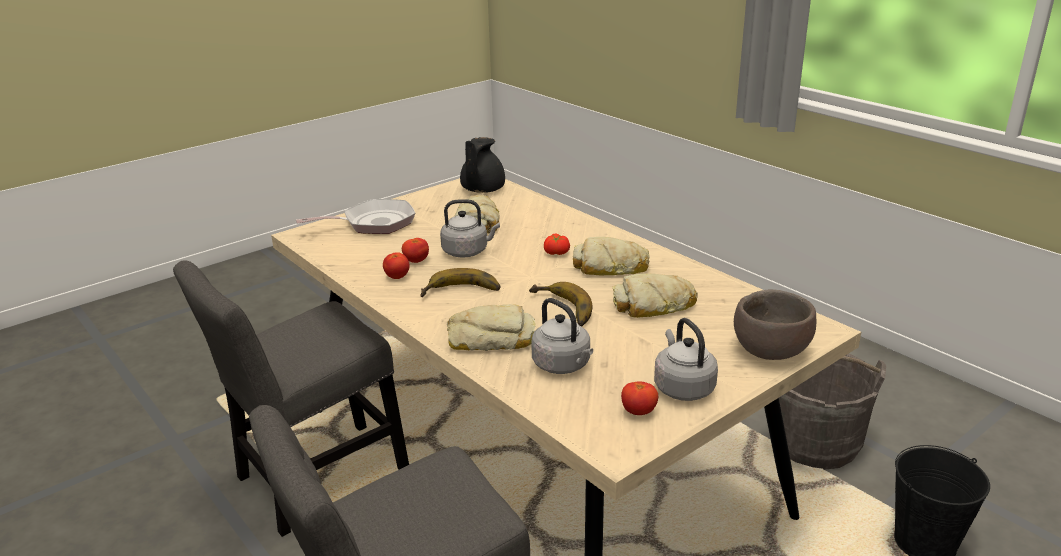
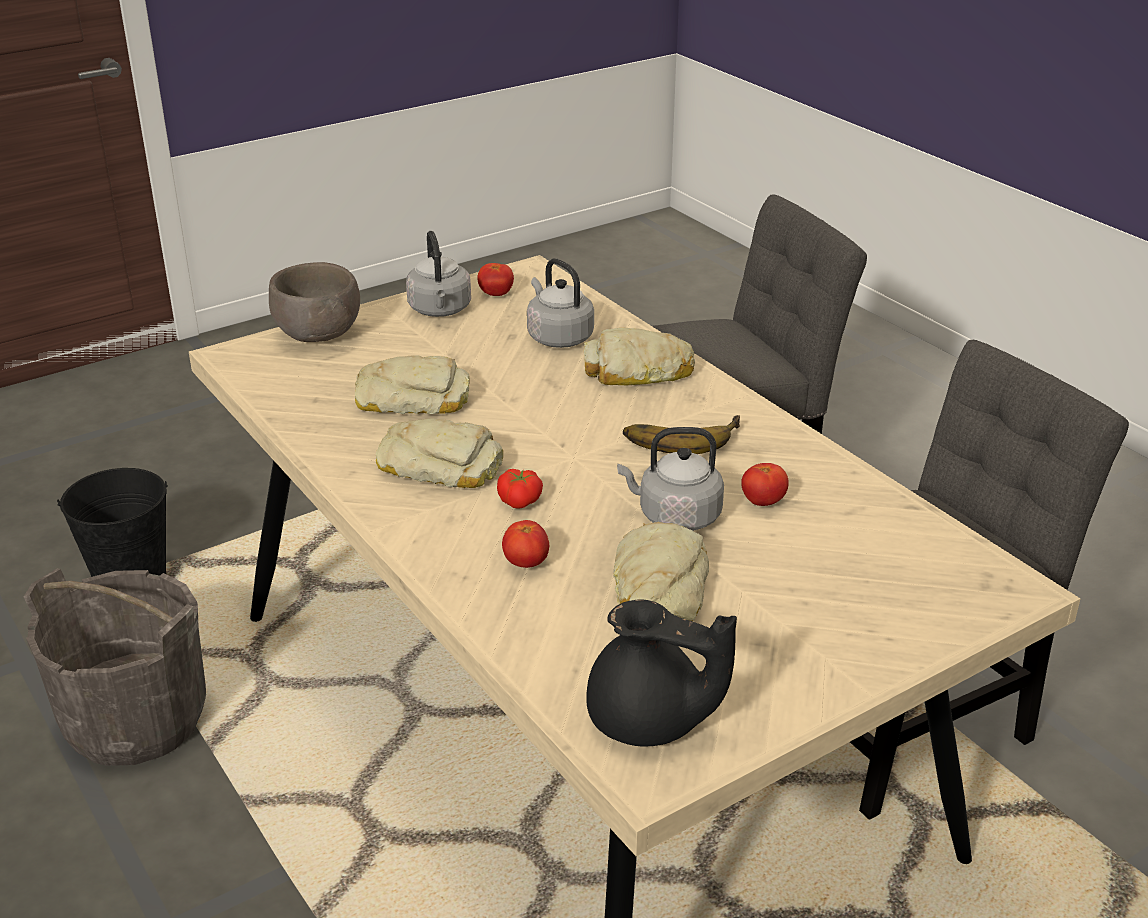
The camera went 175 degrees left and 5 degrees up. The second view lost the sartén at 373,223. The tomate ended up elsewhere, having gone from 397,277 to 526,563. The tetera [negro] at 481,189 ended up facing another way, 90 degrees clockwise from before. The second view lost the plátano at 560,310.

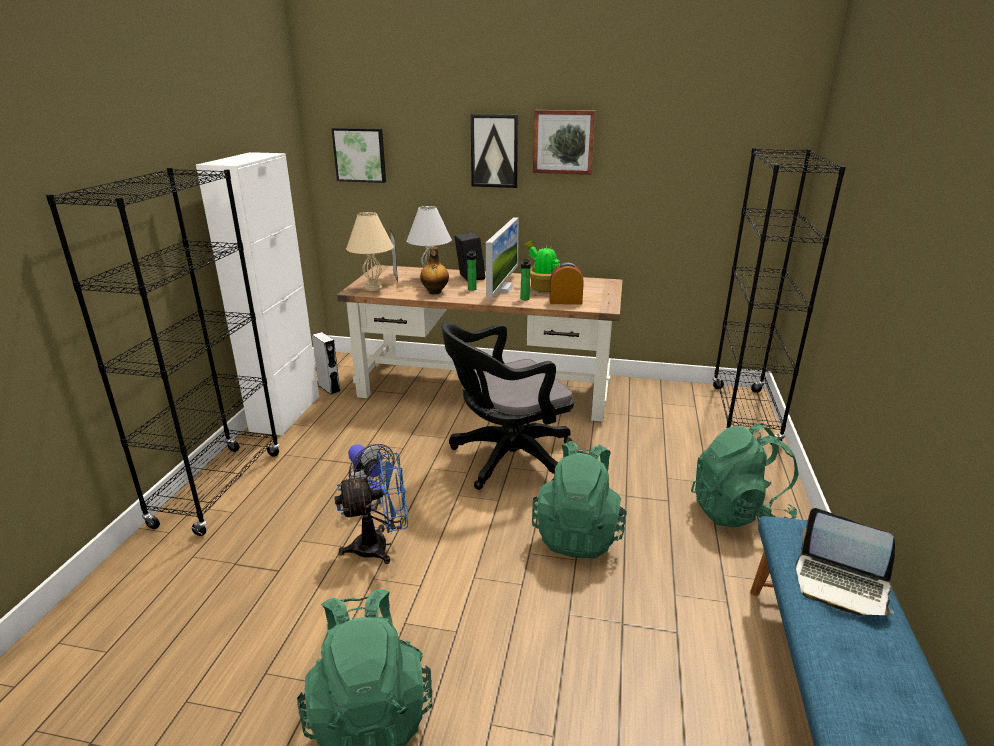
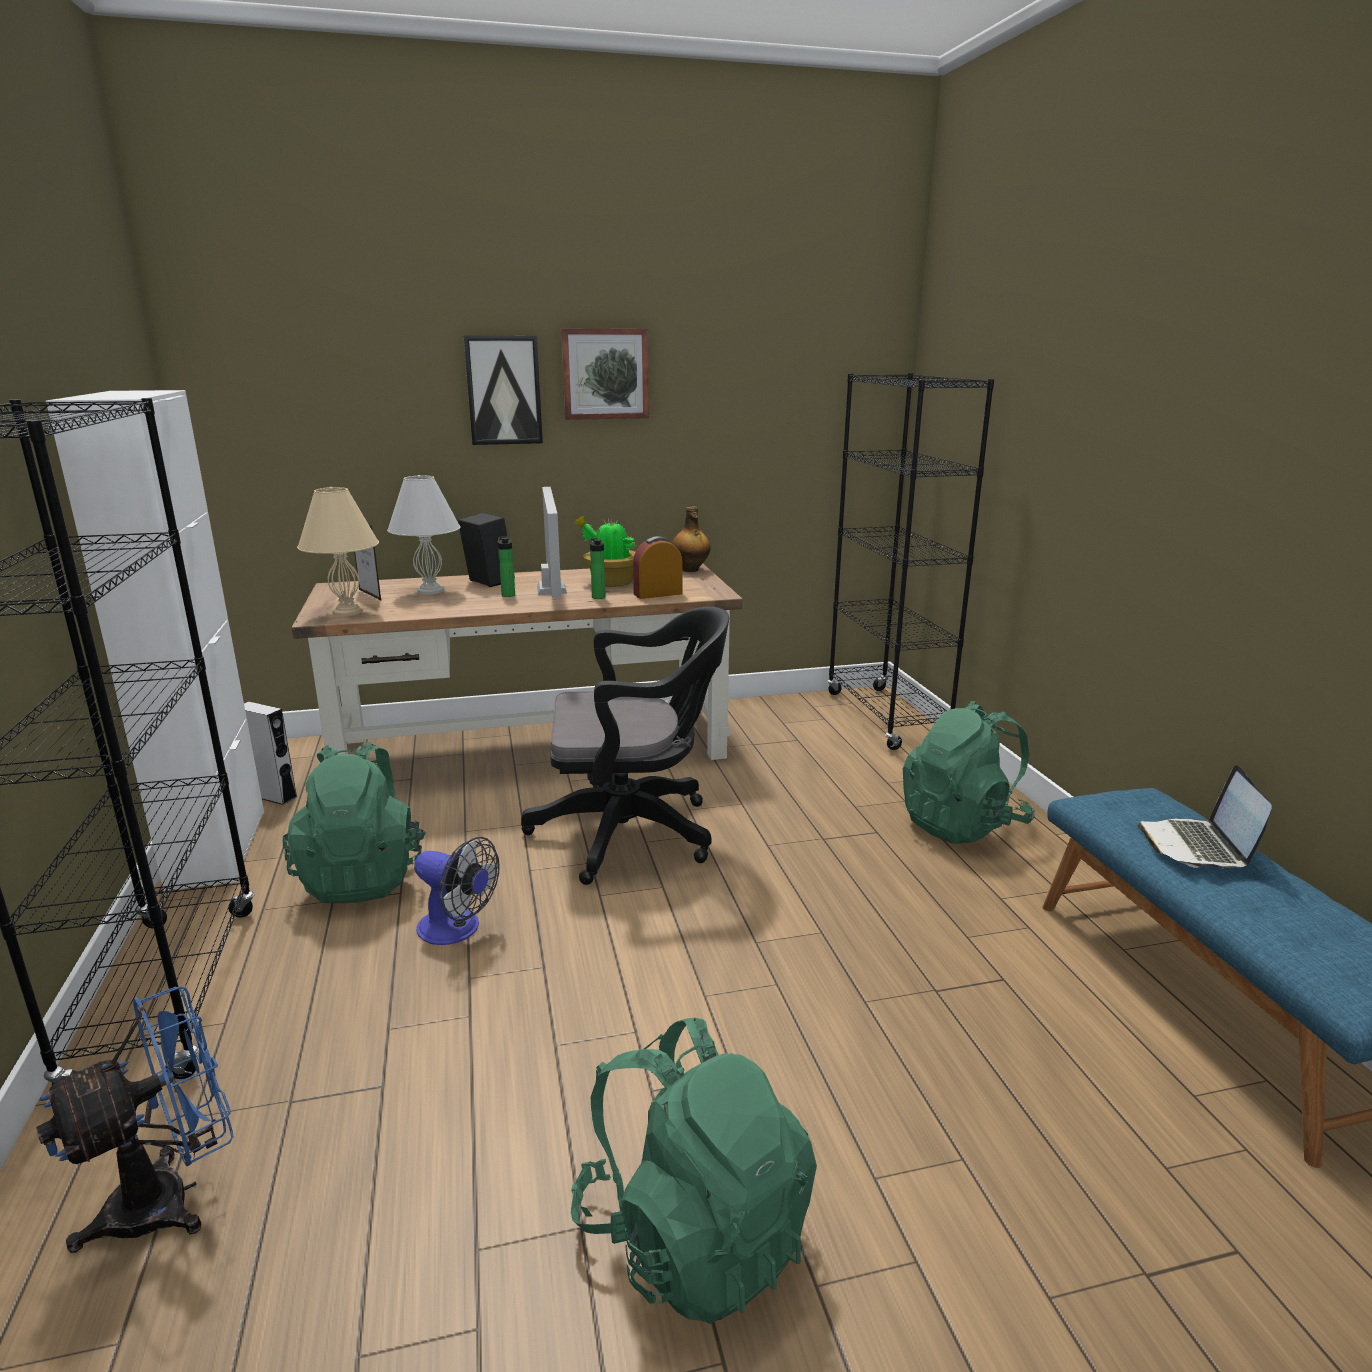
The camera went 25 degrees left and 5 degrees down. The second view lost the cuadro at 360,155. The ventilador [azul] ended up elsewhere, having gone from 380,546 to 172,1197. The botella ended up elsewhere, having gone from 434,292 to 690,570. The silla de oficina [negro] at 506,459 ended up facing another way, 135 degrees counterclockwise from before. The mochila [verde] ended up elsewhere, having gone from 578,534 to 363,876. The portátil at 841,585 ended up facing another way, 90 degrees clockwise from before.

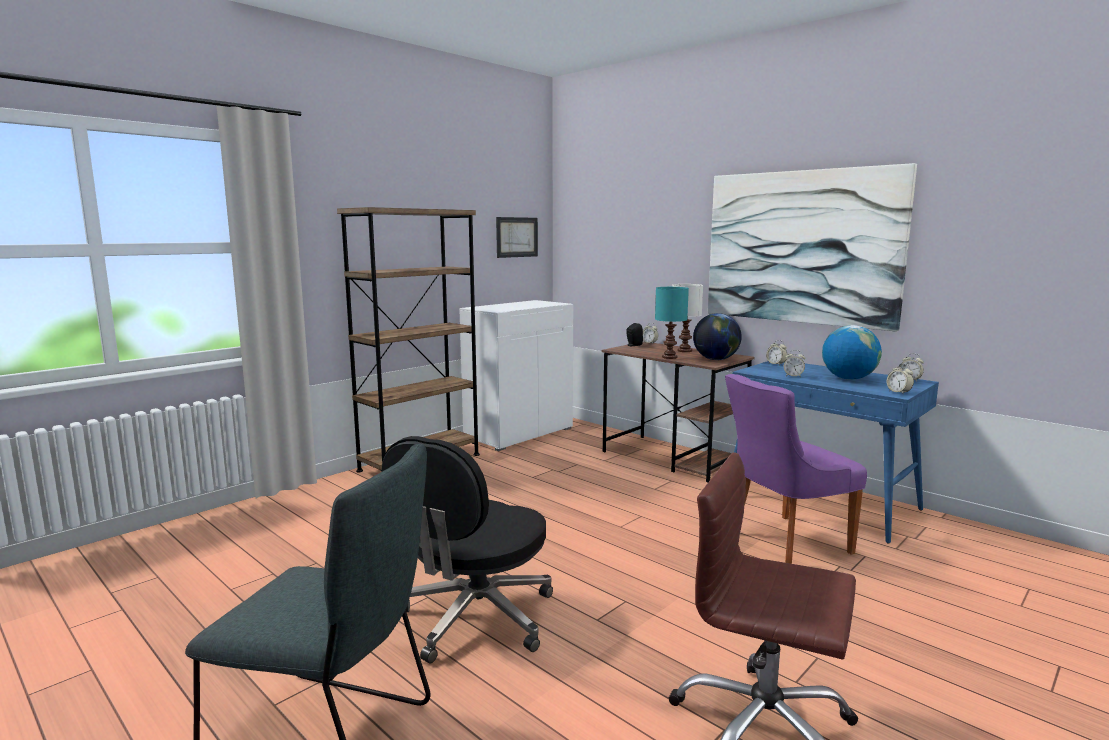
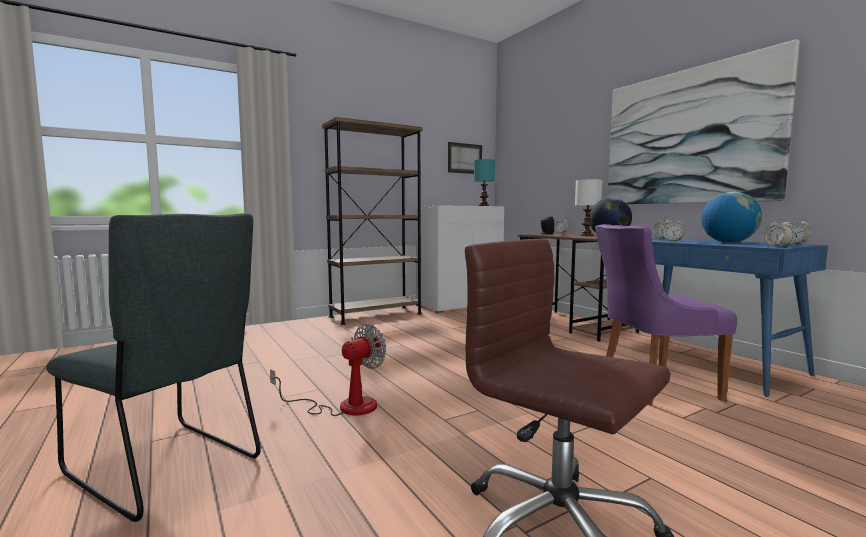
The camera went 15 degrees right and 5 degrees down. Where the silla de oficina [negro] stood at 475,618, the ventilador came to stand at 344,406. The lámpara de mesa [turquesa] ended up elsewhere, having gone from 669,357 to 483,206.

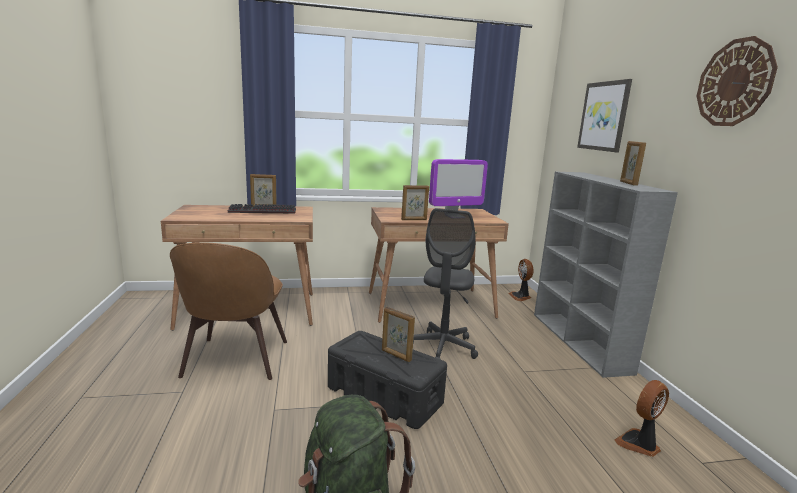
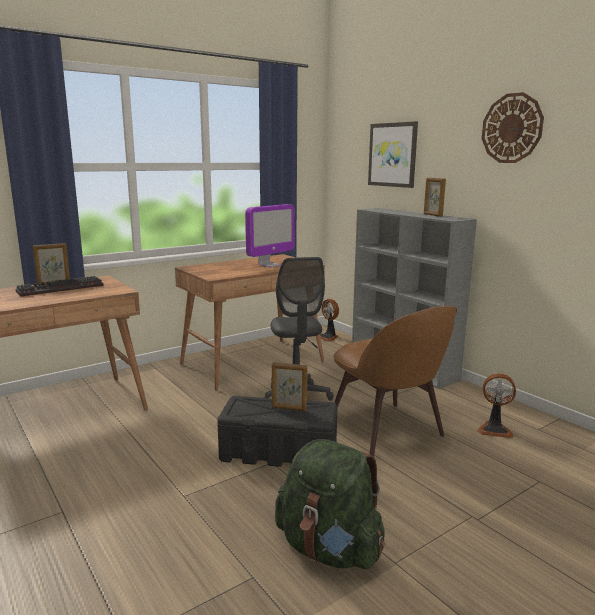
The camera went 25 degrees left and 0 degrees up. The silla [marrón] ended up elsewhere, having gone from 235,361 to 387,431. The second view lost the portarretratos at 414,220. The ventilador at 639,444 ended up facing another way, 105 degrees counterclockwise from before.

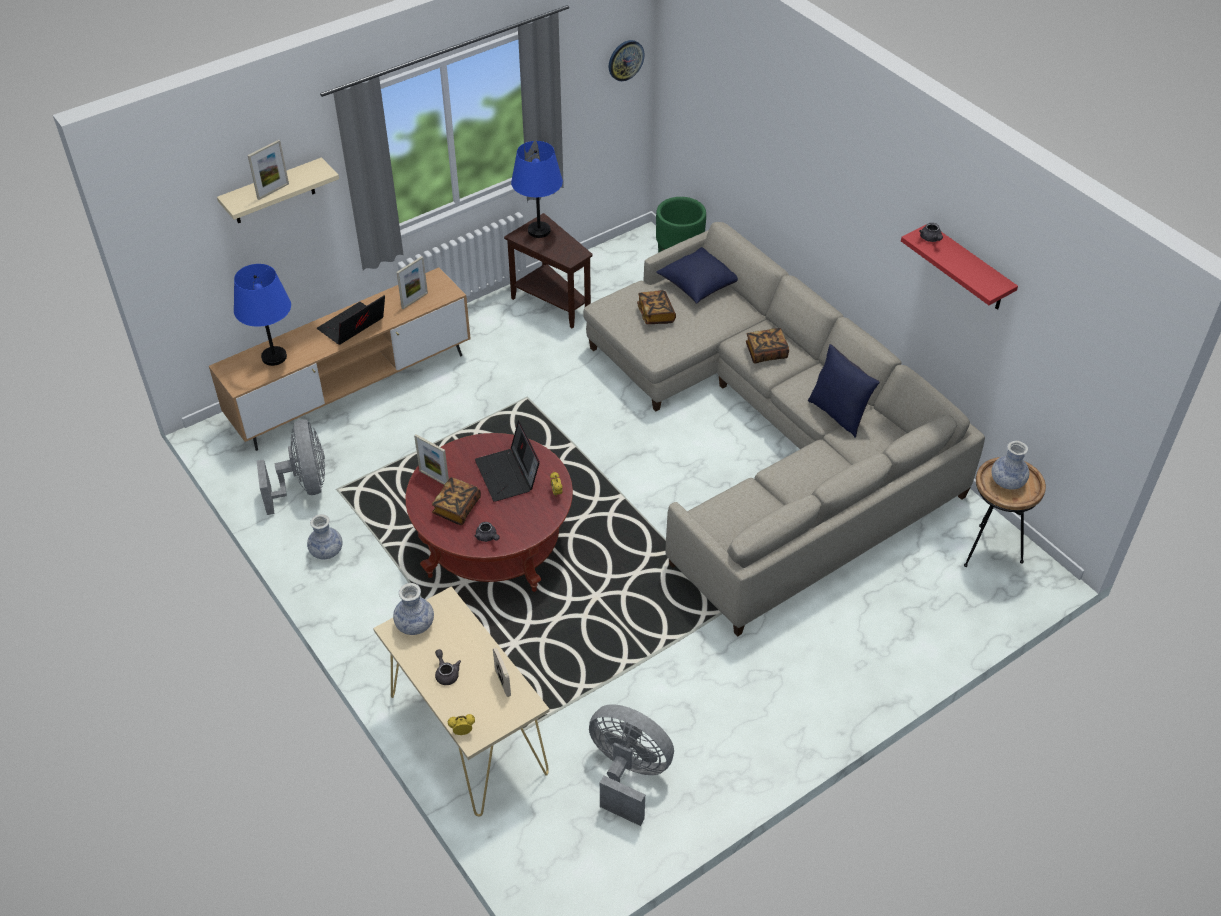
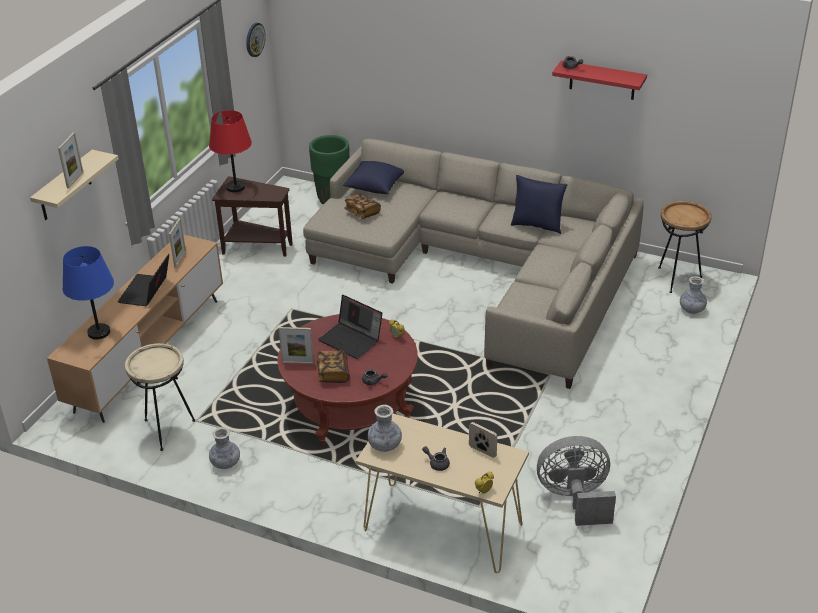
The camera went 30 degrees left and 10 degrees down. Where the ventilador [gris] stood at 304,486, the mesa auxiliar [beis] came to stand at 167,430. What was the lámpara de mesa [azul] at 539,231 turned into the lámpara de mesa [rojo] at 236,187. The second view lost the libro at 766,353. The florero ended up elsewhere, having gone from 1007,481 to 692,309.

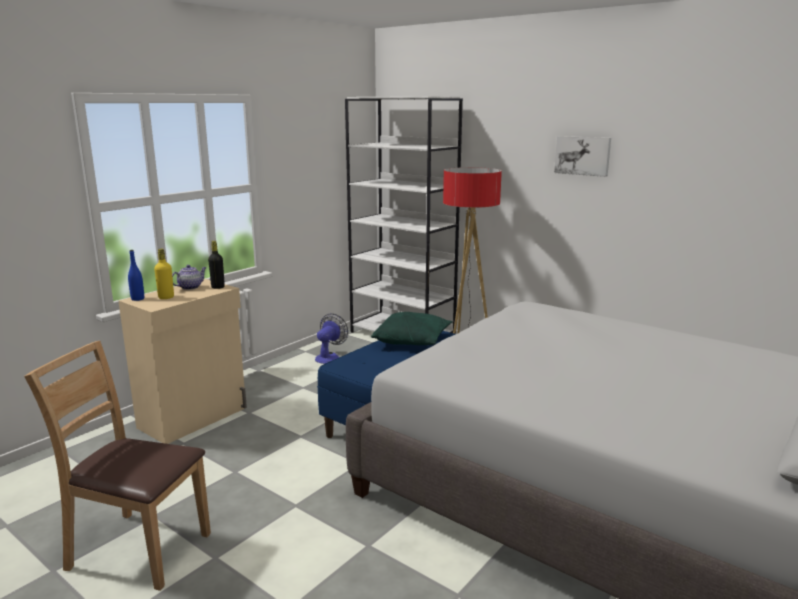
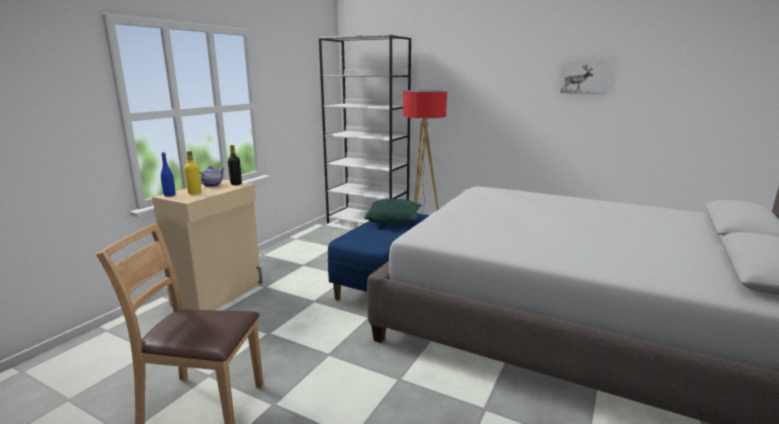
The camera went 10 degrees left and 0 degrees up. The second view lost the ventilador at 329,357. The cuadro ended up elsewhere, having gone from 582,155 to 585,78.

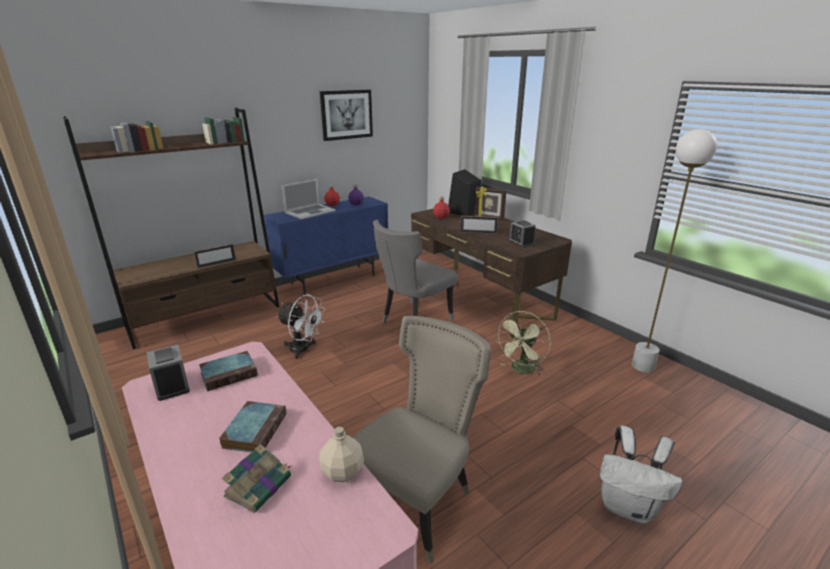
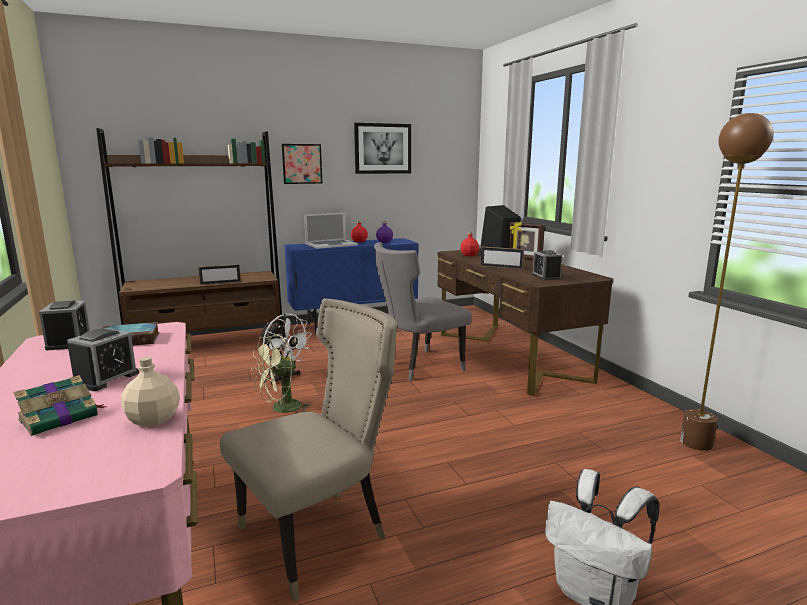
The camera went 15 degrees right and 10 degrees down. Where the libro stood at 255,429, the despertador came to stand at 106,379. The ventilador [verde] ended up elsewhere, having gone from 521,370 to 281,409. What was the lámpara de pie [blanco] at 643,366 turned into the lámpara de pie [marrón] at 696,443. The second view gained the cuadro at 302,164.

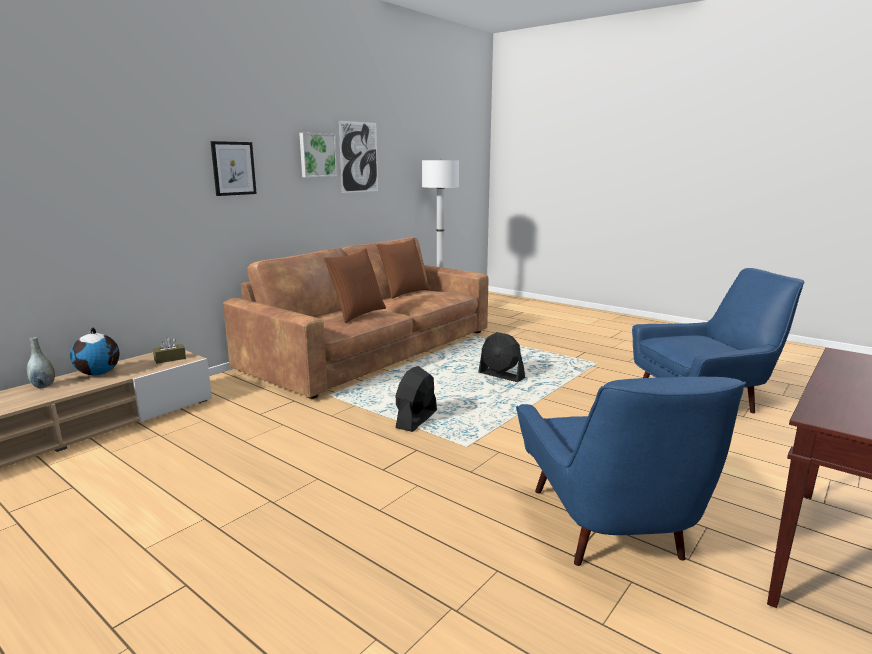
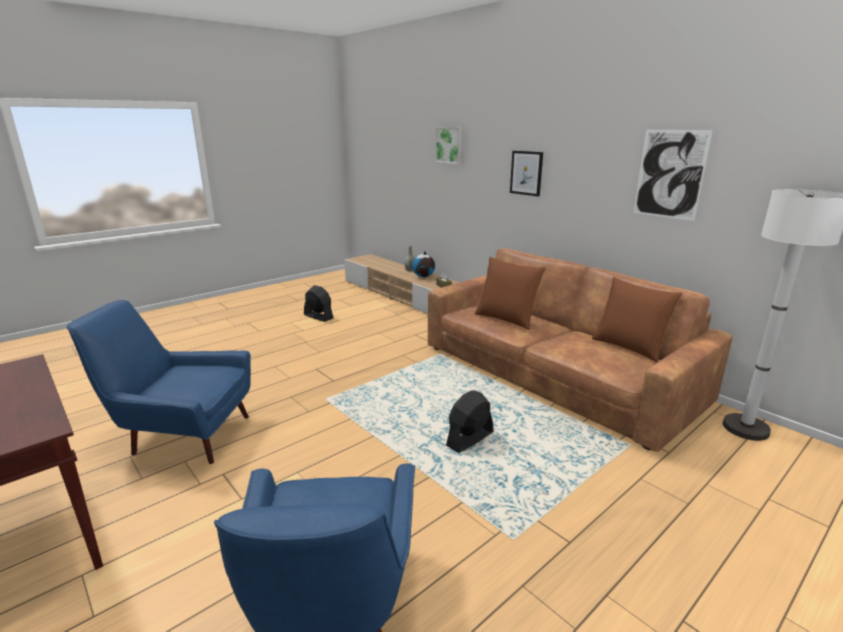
The camera went 100 degrees right and 5 degrees up. The cuadro ended up elsewhere, having gone from 317,155 to 449,145. The ventilador [negro] ended up elsewhere, having gone from 416,419 to 318,316.

